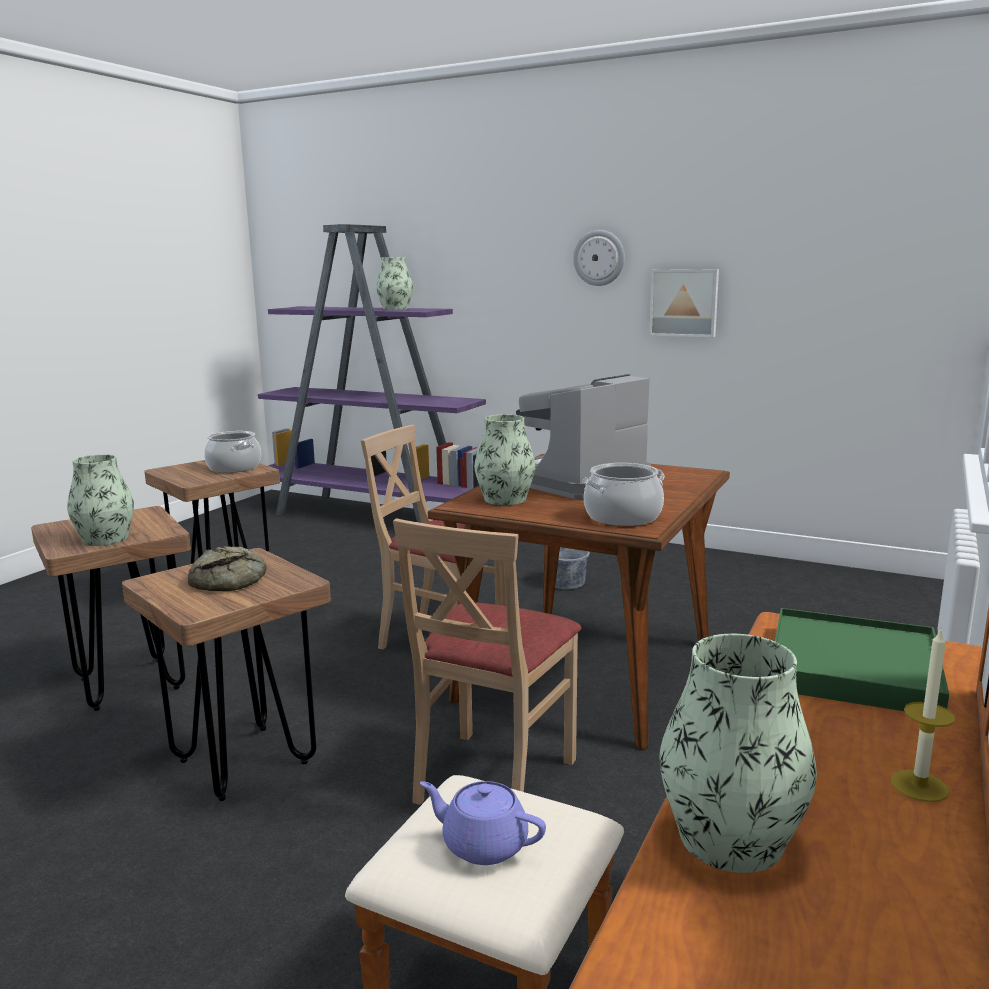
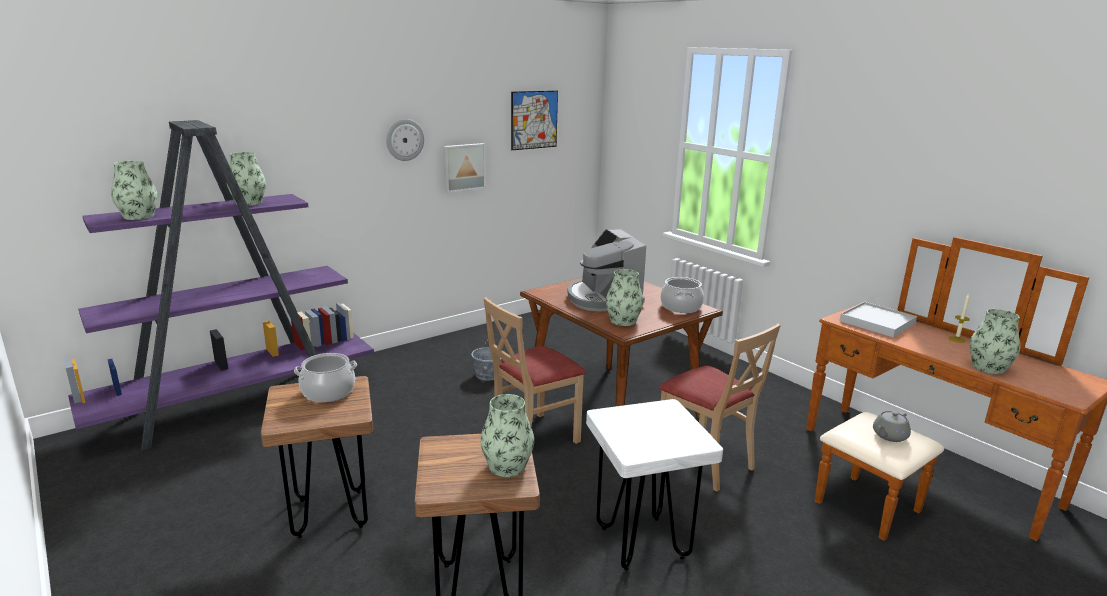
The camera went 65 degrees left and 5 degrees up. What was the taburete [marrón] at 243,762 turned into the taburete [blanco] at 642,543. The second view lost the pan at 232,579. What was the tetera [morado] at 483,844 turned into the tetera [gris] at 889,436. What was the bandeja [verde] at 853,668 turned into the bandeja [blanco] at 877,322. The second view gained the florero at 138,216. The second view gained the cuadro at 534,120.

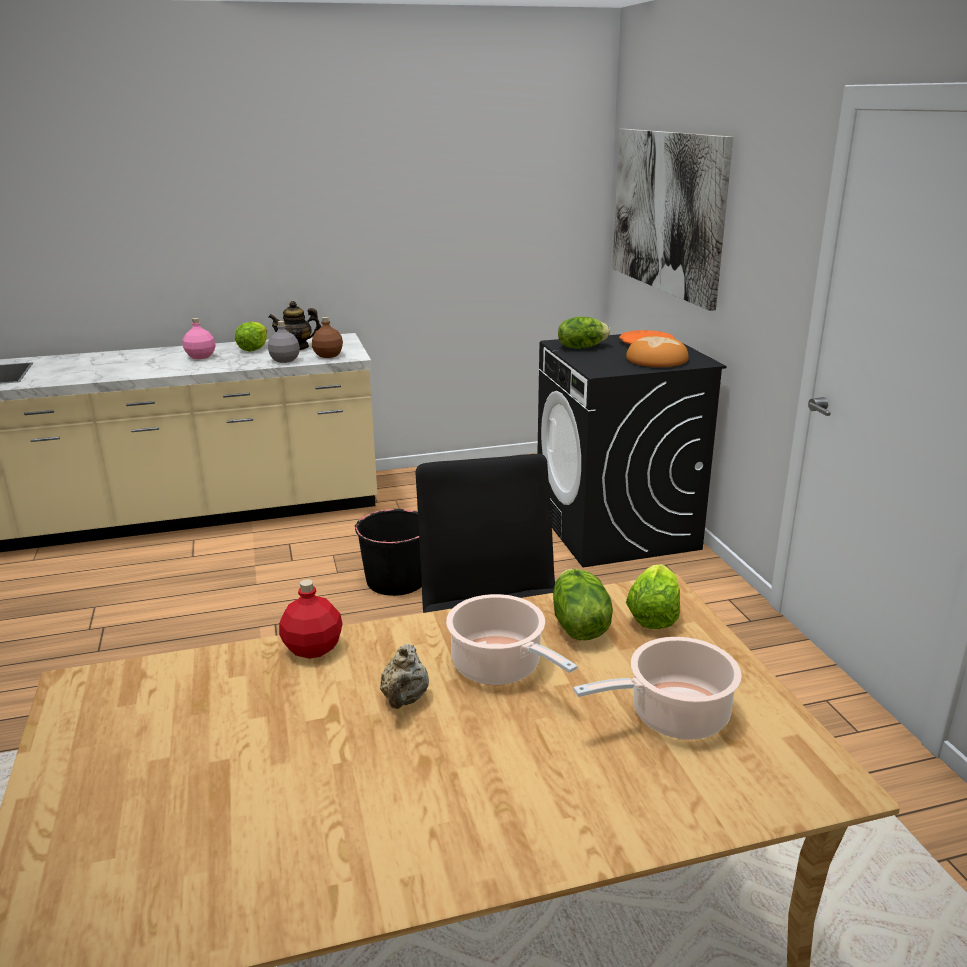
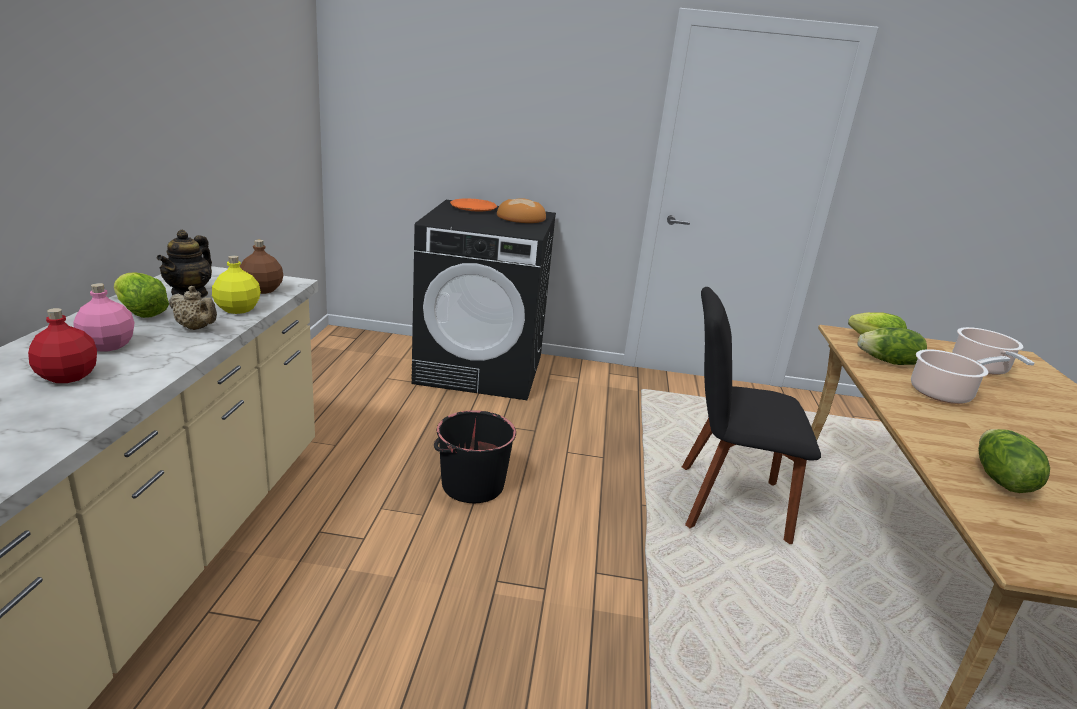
The camera went 70 degrees left and 0 degrees up. What was the botella [gris] at 284,360 turned into the botella [amarillo] at 237,309. The botella [rojo] ended up elsewhere, having gone from 314,648 to 69,376. The tetera [beis] ended up elsewhere, having gone from 405,700 to 196,328. The lechuga ended up elsewhere, having gone from 581,347 to 999,479. The second view lost the cuadro at 667,212.

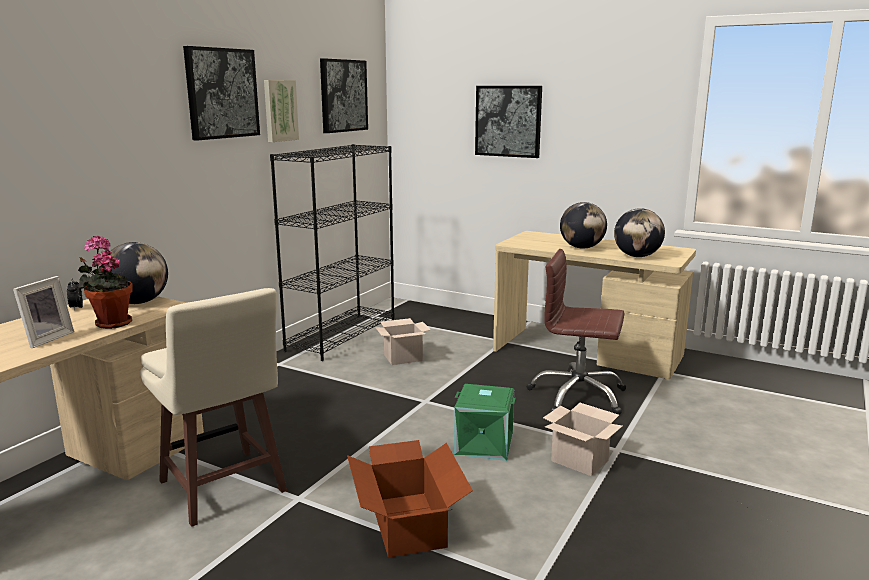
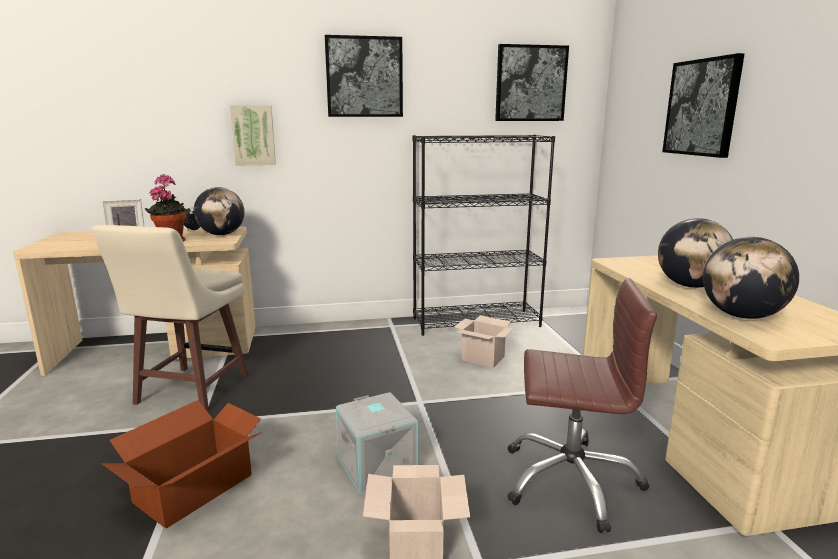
The camera went 50 degrees right and 0 degrees up. The cuadro ended up elsewhere, having gone from 279,110 to 253,135. What was the caja de almacenaje [verde] at 484,444 turned into the caja de almacenaje [gris] at 378,466. The silla de oficina [marrón] at 578,396 ended up facing another way, 120 degrees clockwise from before.

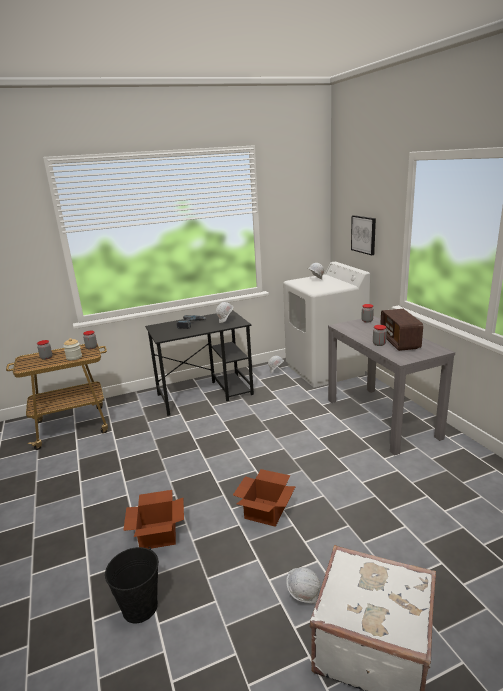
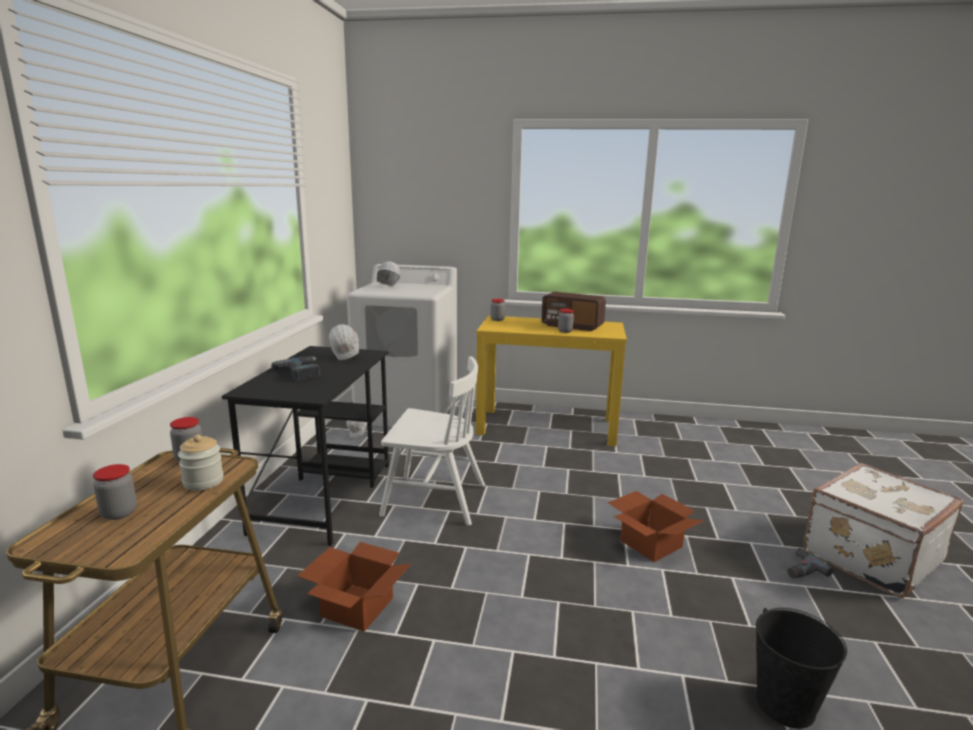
The camera went 60 degrees left and 5 degrees down. The caja de cartón ended up elsewhere, having gone from 159,533 to 356,606. Where the casco [blanco] stood at 304,596, the taladro came to stand at 800,568. What was the mesa consola [gris] at 382,418 turned into the mesa consola [amarillo] at 547,426. The second view lost the cuadro at 364,234. The second view gained the silla [blanco] at 434,500.

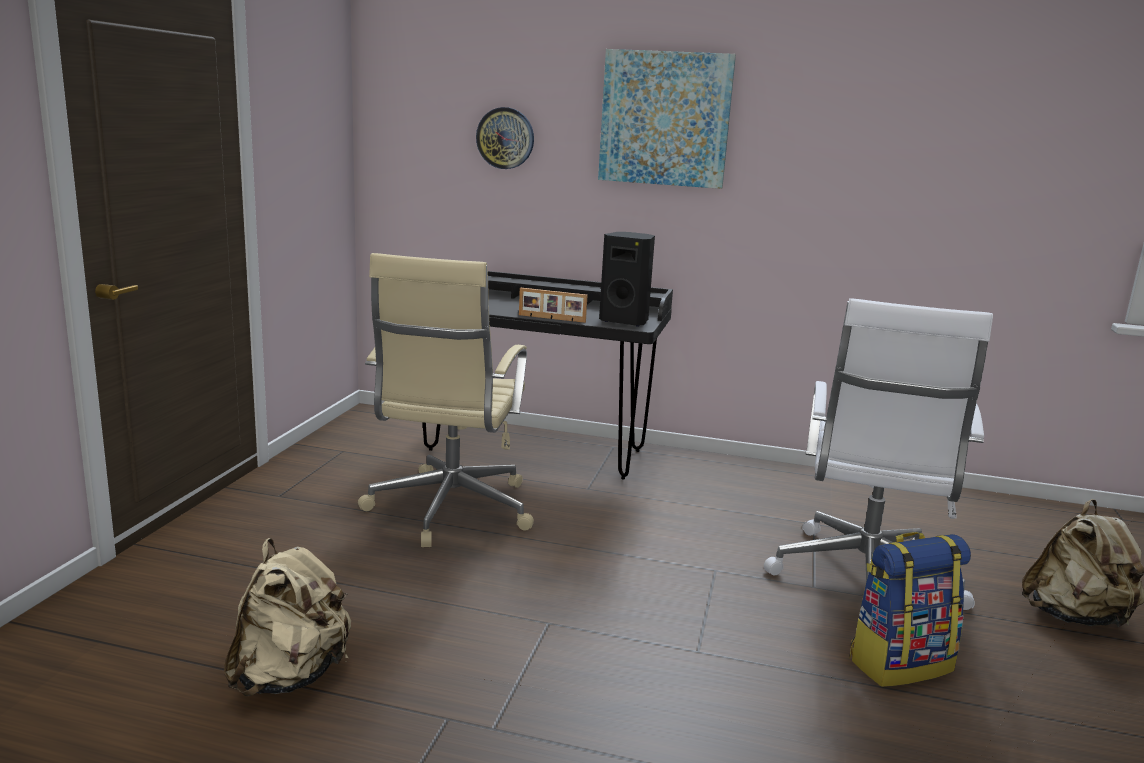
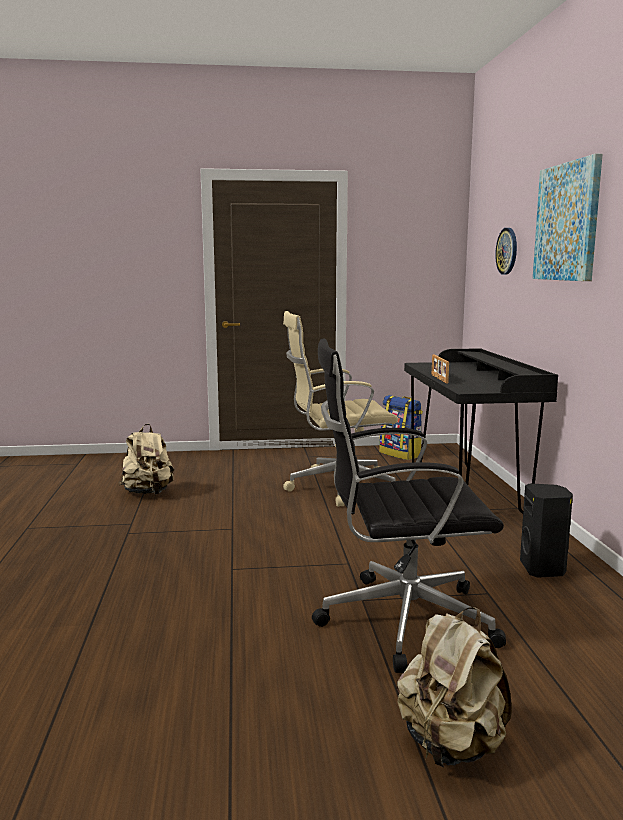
The camera went 70 degrees right and 5 degrees down. The altavoz [negro] ended up elsewhere, having gone from 625,321 to 543,569. What was the silla de oficina [blanco] at 863,579 turned into the silla de oficina [negro] at 400,620. The mochila ended up elsewhere, having gone from 899,663 to 401,454.

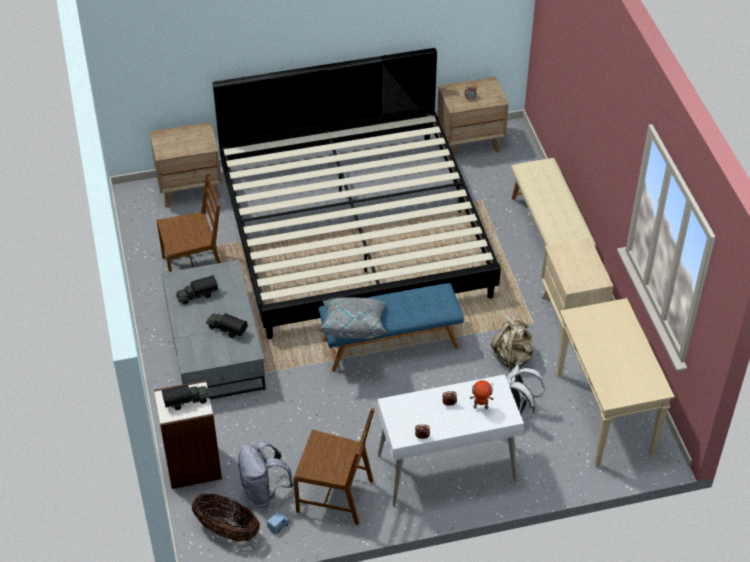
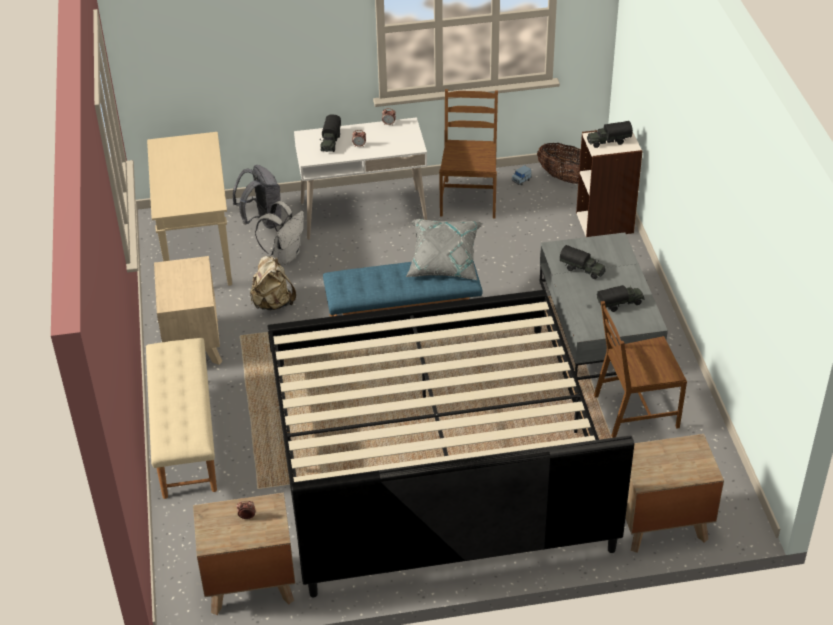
The camera went 175 degrees left and 5 degrees down. The mochila [gris] ended up elsewhere, having gone from 264,492 to 262,221. The silla [marrón] at 336,495 ended up facing another way, 75 degrees clockwise from before. Where the robot de juguete stood at 480,407, the camión de juguete came to stand at 330,142.

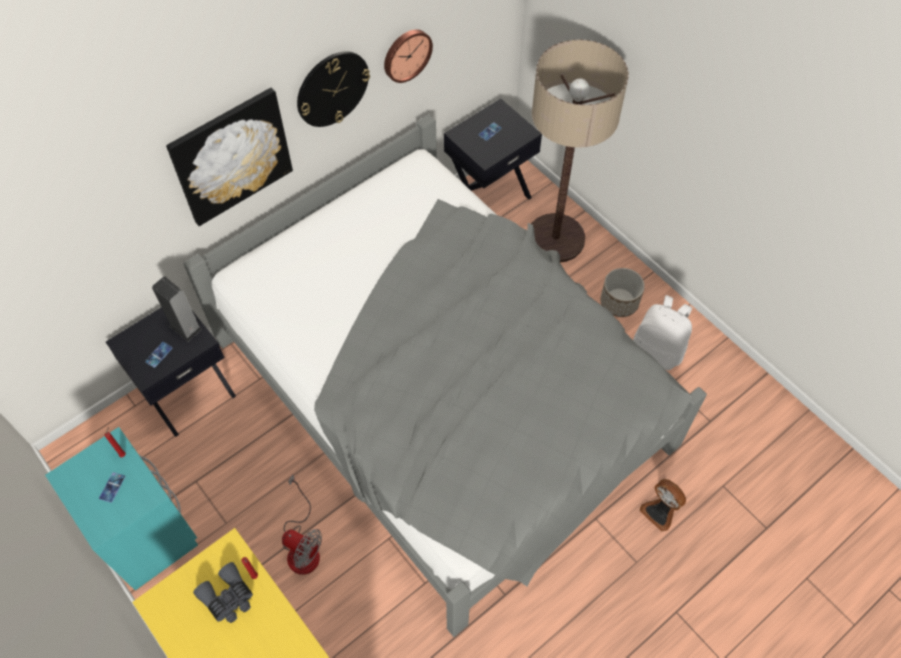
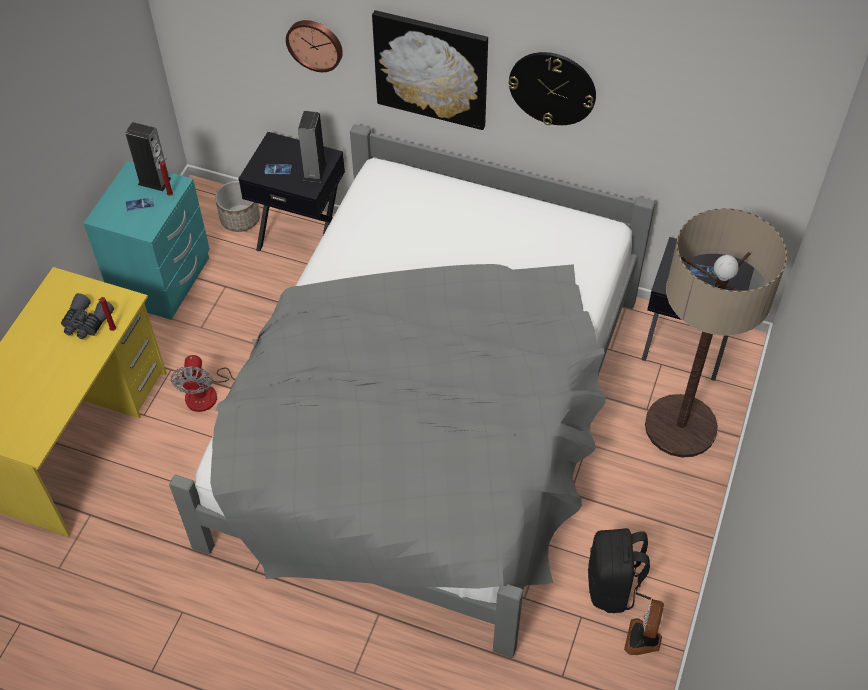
The camera went 60 degrees right and 5 degrees down. The reloj de pared ended up elsewhere, having gone from 406,54 to 315,44. The maceta ended up elsewhere, having gone from 619,302 to 240,218. What was the mochila [blanco] at 657,351 turned into the mochila [negro] at 613,586. The ventilador ended up elsewhere, having gone from 660,511 to 644,639. The second view gained the altavoz at 154,181.

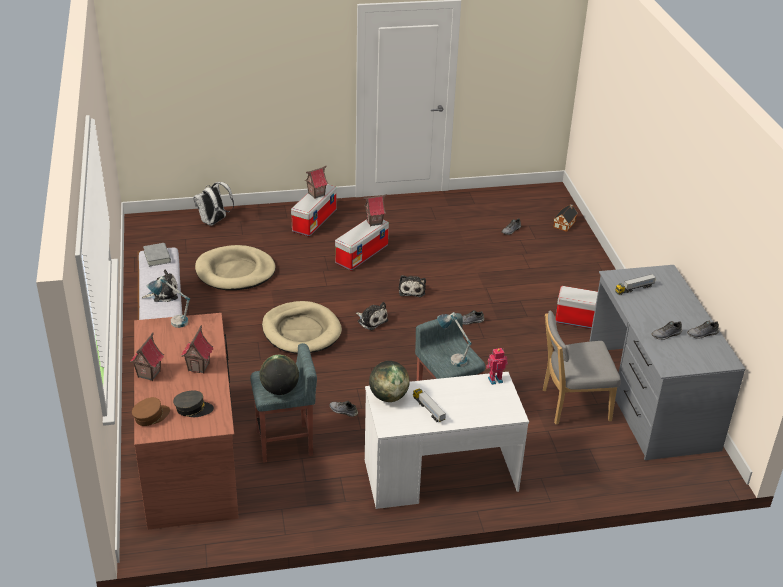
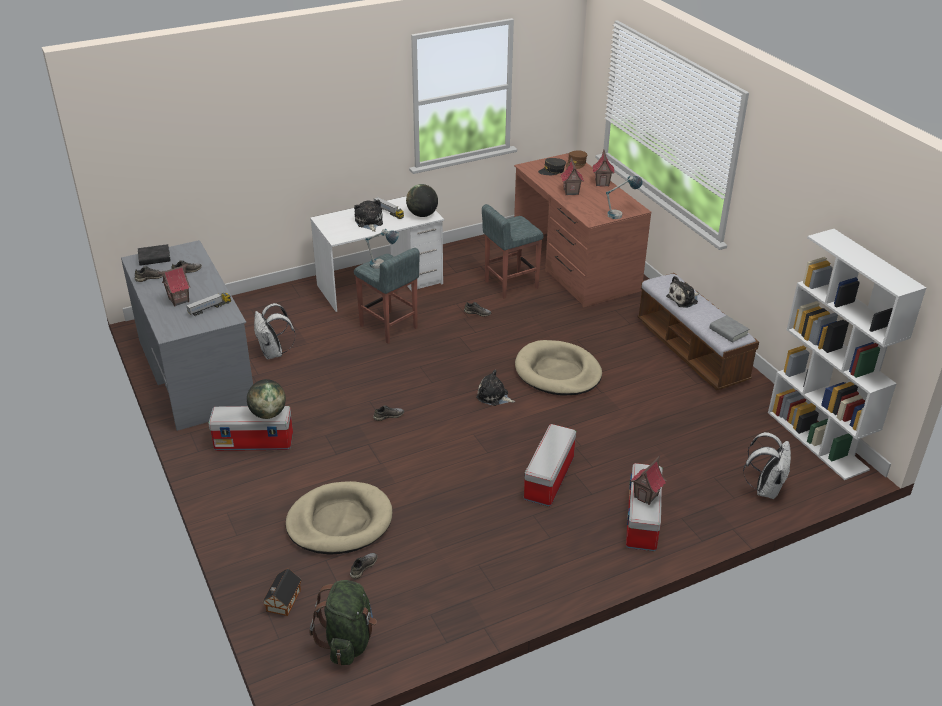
The camera went 165 degrees right and 0 degrees up. The cama para perro [beis] ended up elsewhere, having gone from 235,271 to 339,522. The globo terráqueo ended up elsewhere, having gone from 280,390 to 268,414. The casita ended up elsewhere, having gone from 374,222 to 178,300. The peluche ended up elsewhere, having gone from 412,290 to 369,222. The second view lost the robot de juguete at 495,379. Where the silla [gris] stood at 572,405, the mochila [blanco] came to stand at 274,353. The second view gained the libro [negro] at 154,258. The second view gained the mochila [verde] at 348,641. The second view gained the estantería [blanco] at 817,440.

